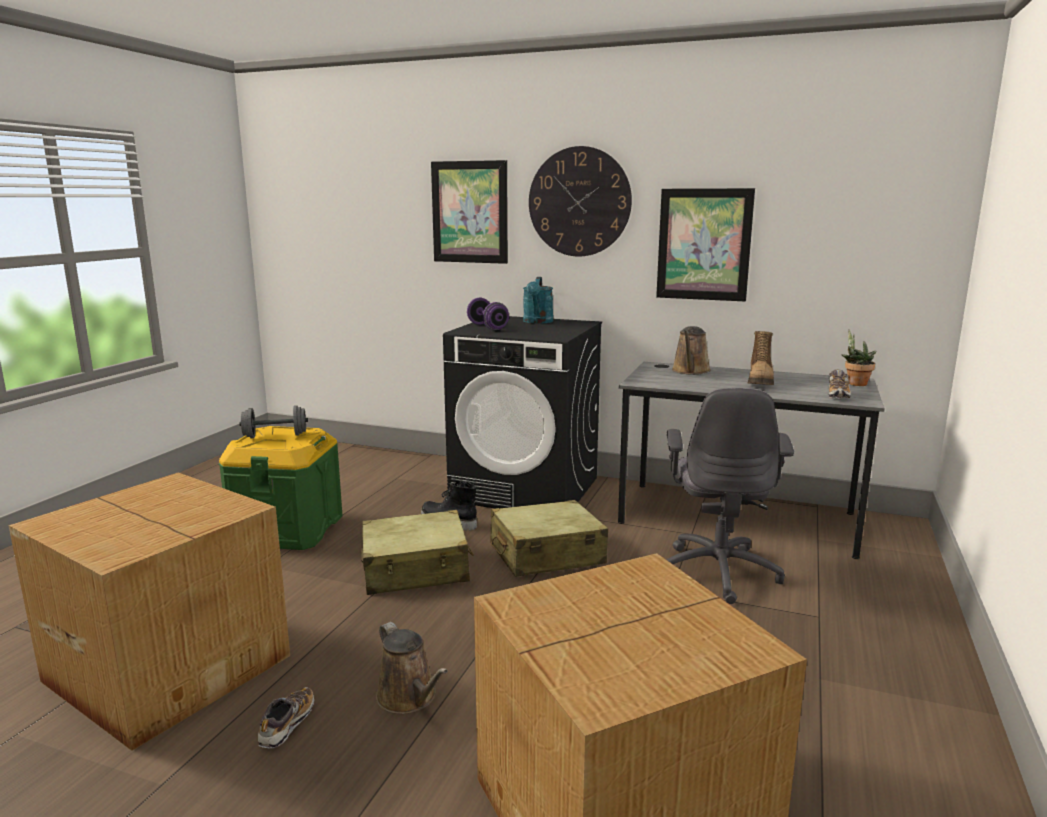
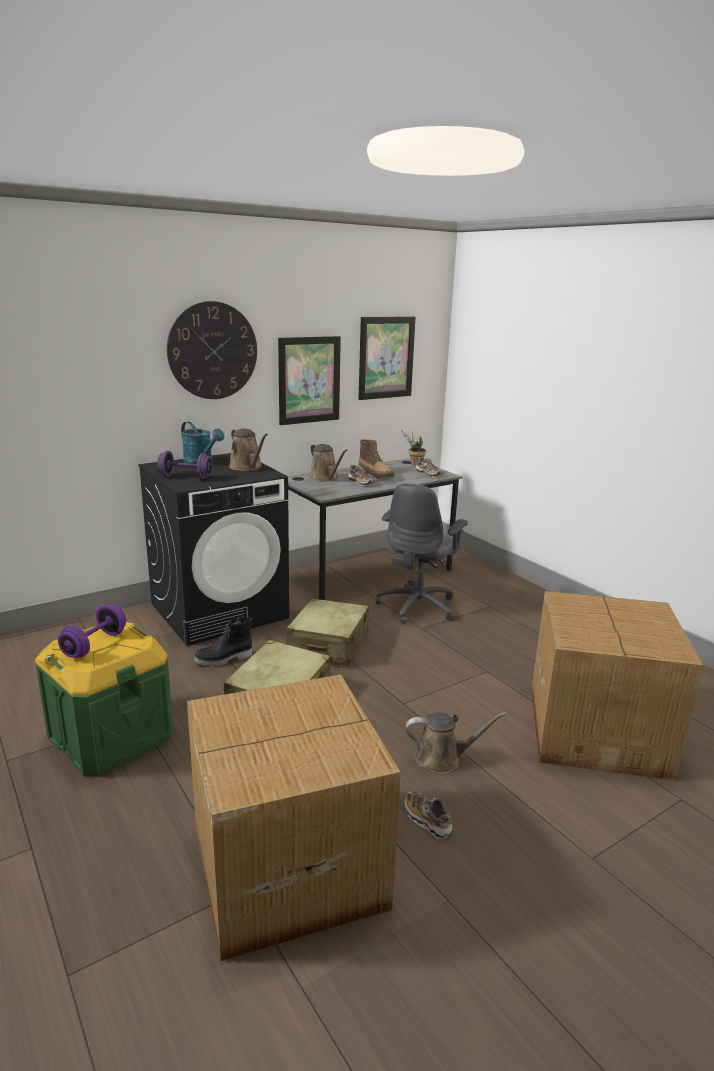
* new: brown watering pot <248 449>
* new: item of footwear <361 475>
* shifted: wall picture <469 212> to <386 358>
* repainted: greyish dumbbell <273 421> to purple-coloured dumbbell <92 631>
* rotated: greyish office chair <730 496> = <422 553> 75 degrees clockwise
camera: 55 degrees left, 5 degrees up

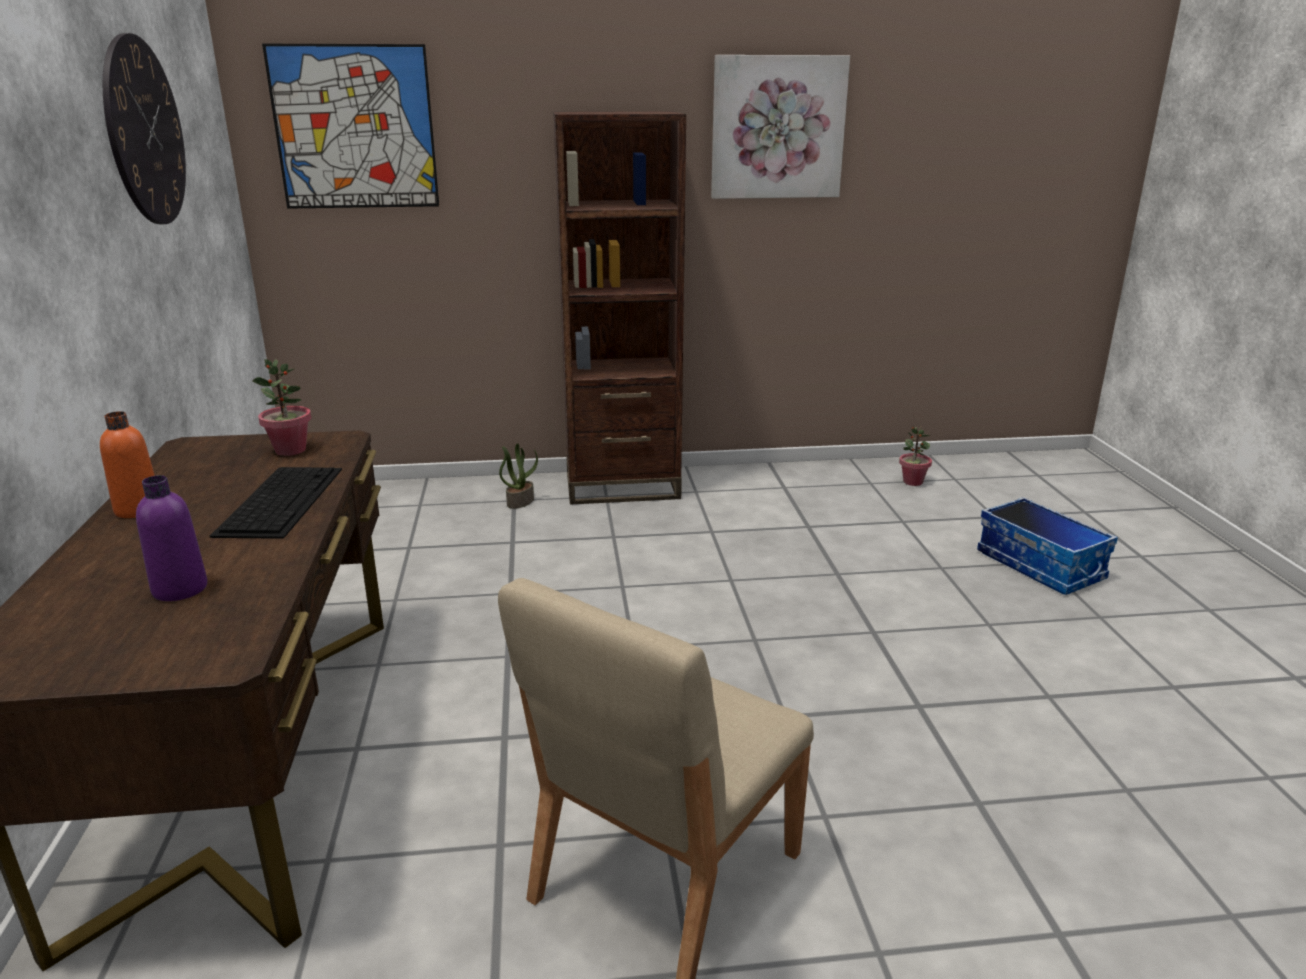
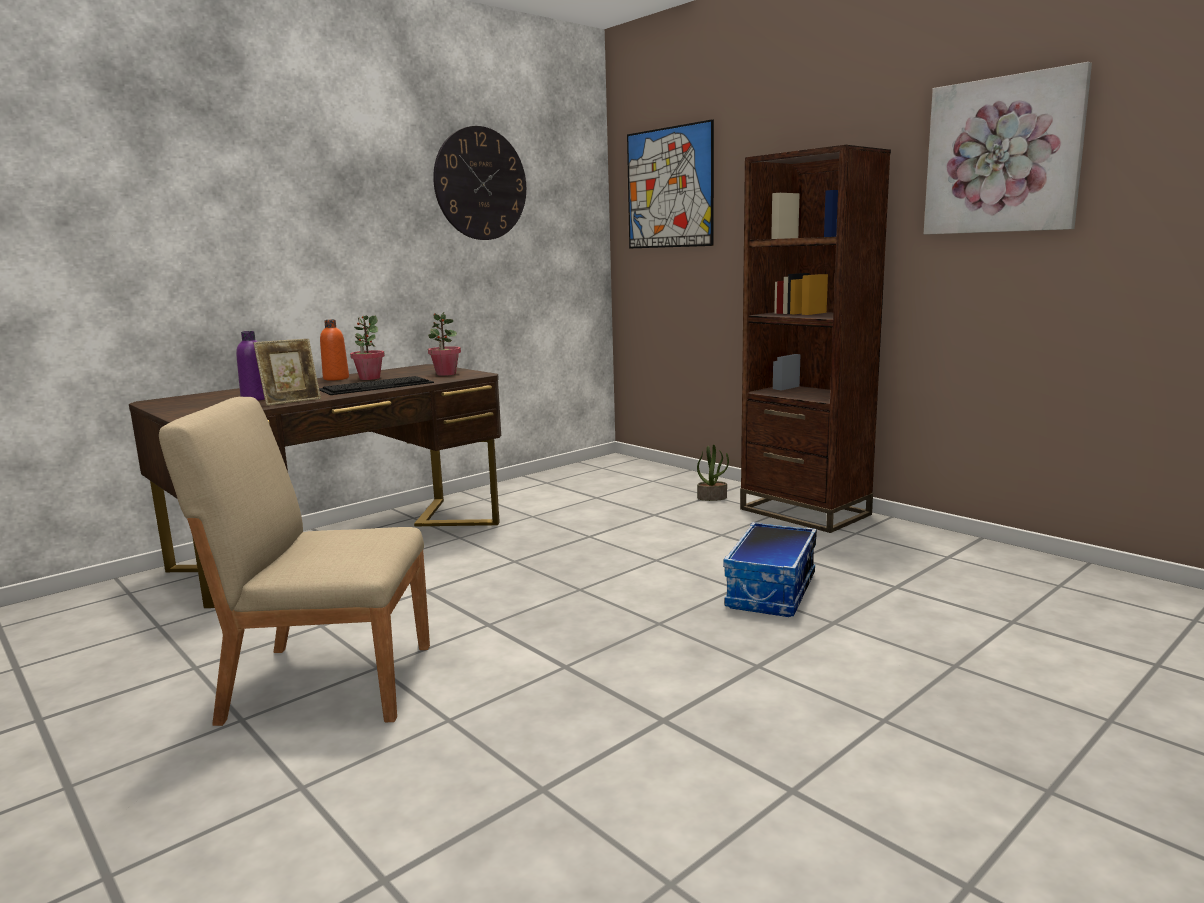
* new: photo frame <287 372>
* shifted: plant in a pot <915 455> to <367 347>
* shifted: storage box <1047 546> to <770 569>
camera: 55 degrees right, 10 degrees down

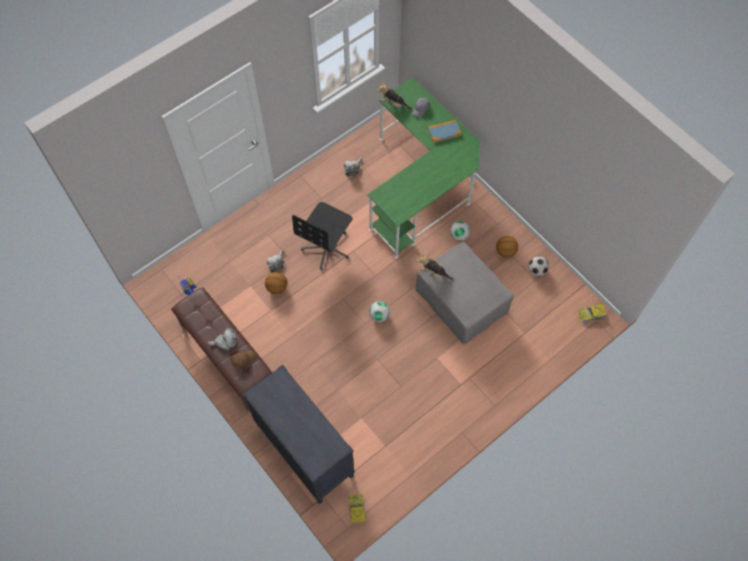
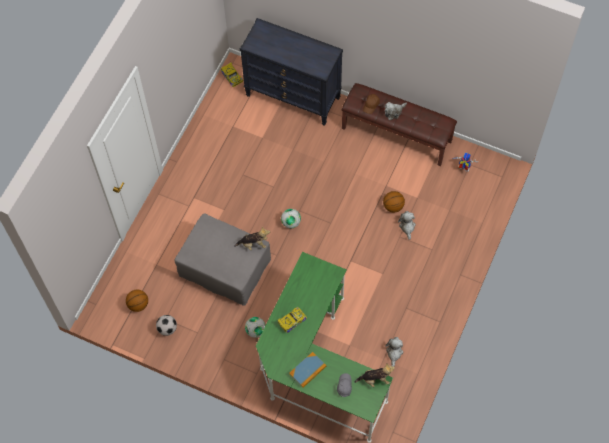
* gone: black office chair <322 236>
* shifted: basketball ball <507 246> to <137 301>
* shifted: model car <592 313> to <292 320>
camera: 155 degrees right, 0 degrees up

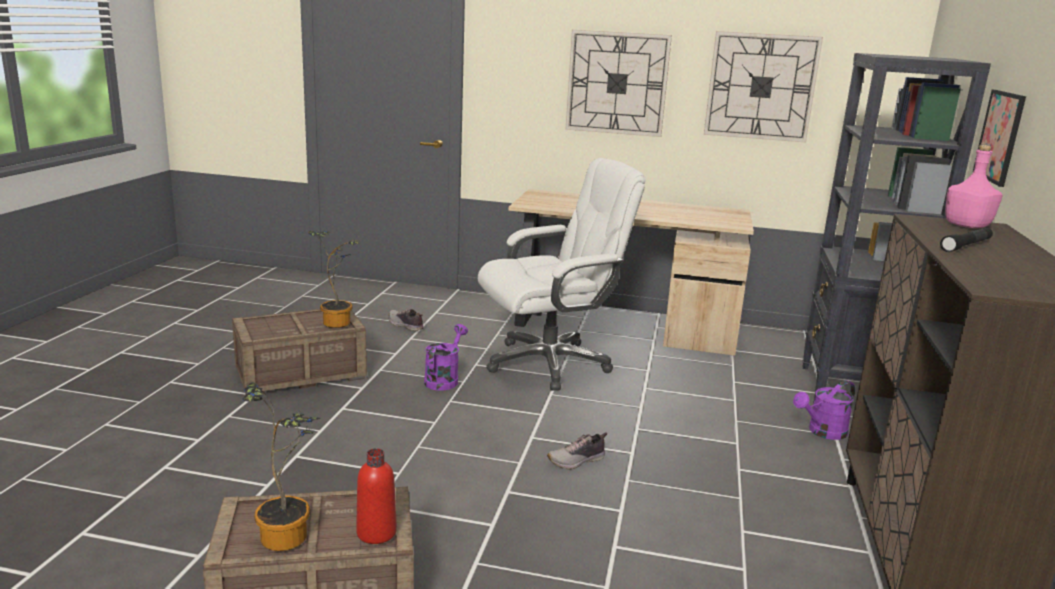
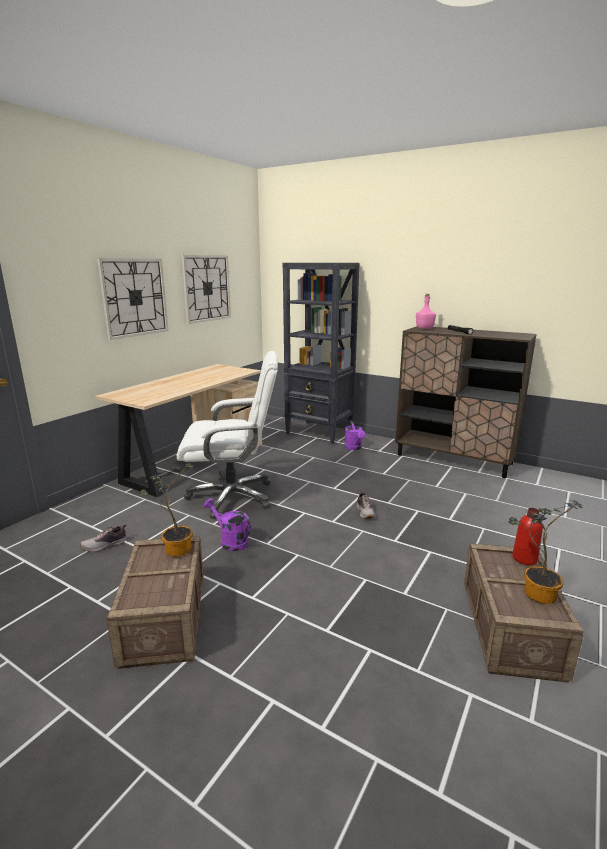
* gone: wall picture <999 138>
* rotated: white-coloured office chair <562 274> = <227 435> 90 degrees clockwise
camera: 70 degrees left, 0 degrees up

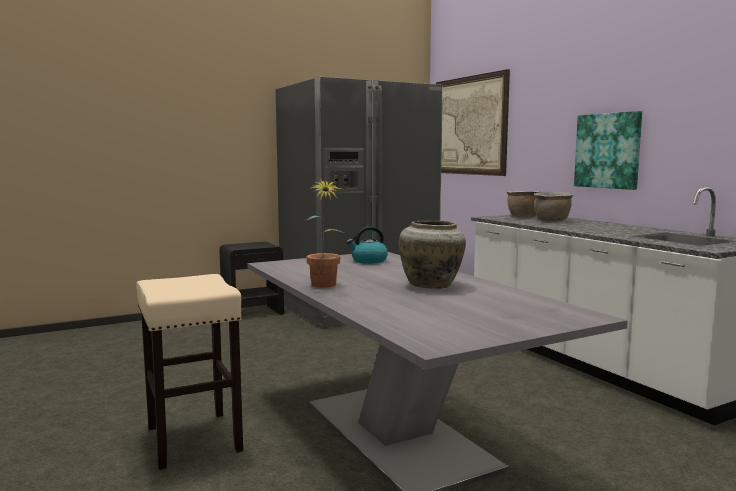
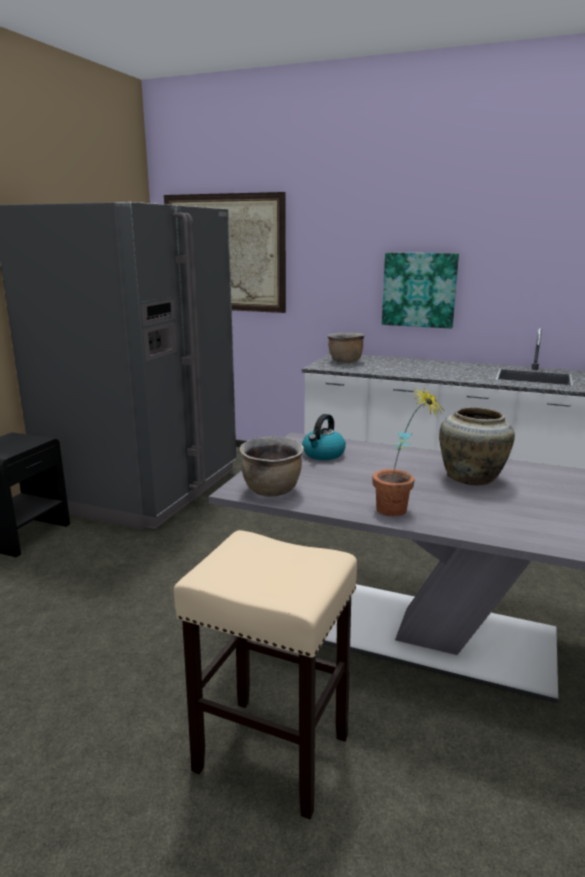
* shifted: brown saucepot <553 207> to <272 466>
camera: 40 degrees left, 10 degrees up

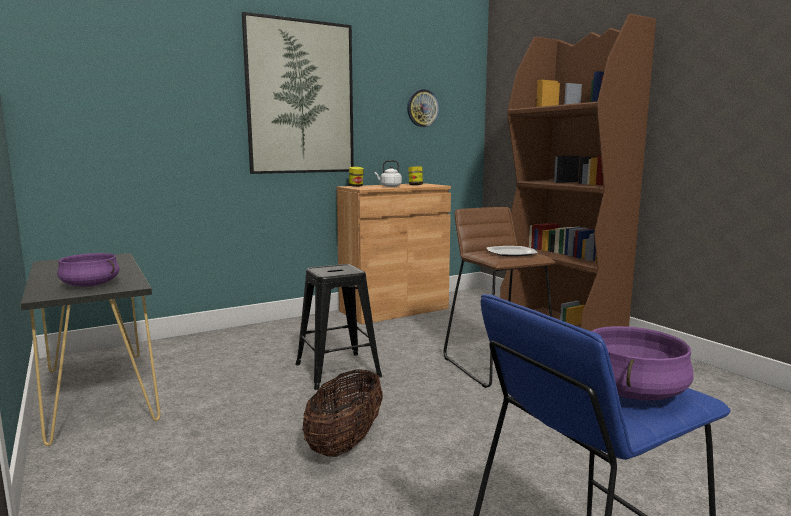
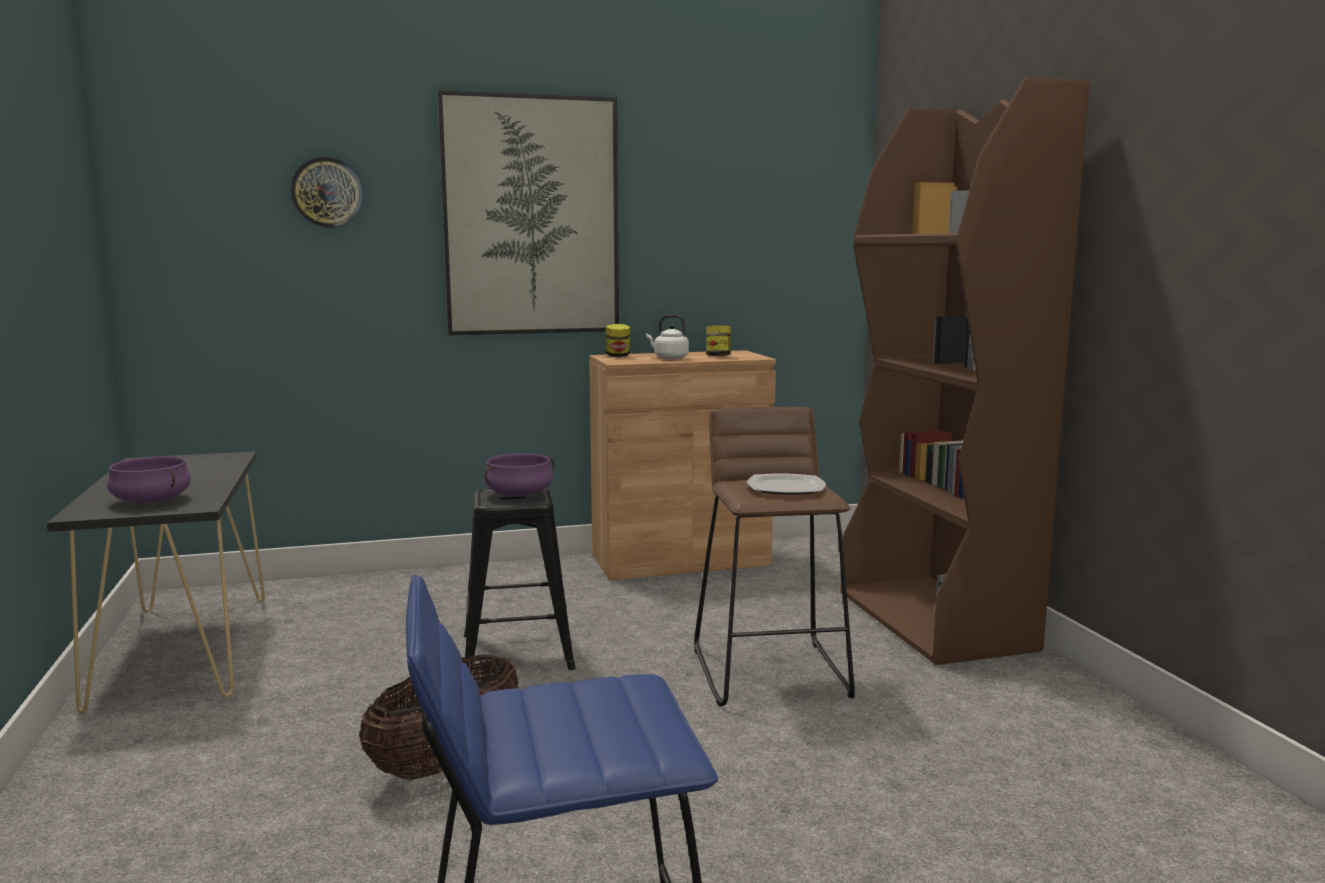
* shifted: clock on the wall <423 108> to <327 192>
* shifted: purple-coloured saucepot <643 363> to <519 474>
camera: 15 degrees right, 0 degrees up

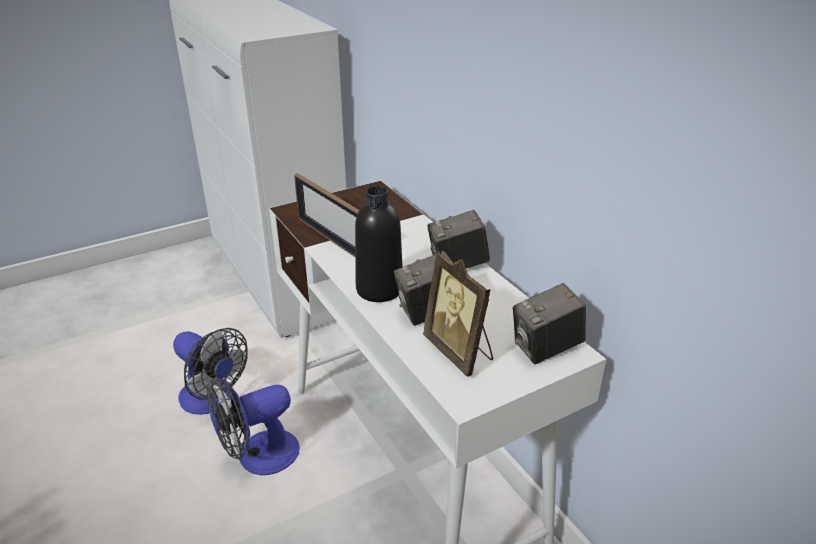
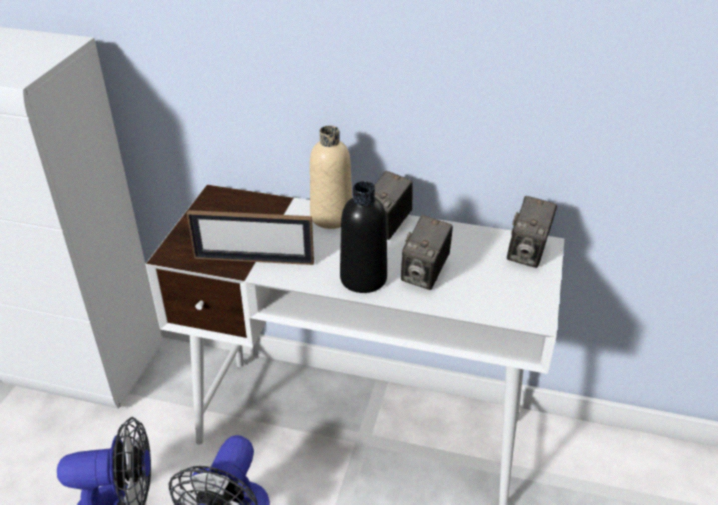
* gone: photo frame <458 314>
* new: sand-coloured beverage bottle <331 177>
camera: 45 degrees left, 5 degrees up

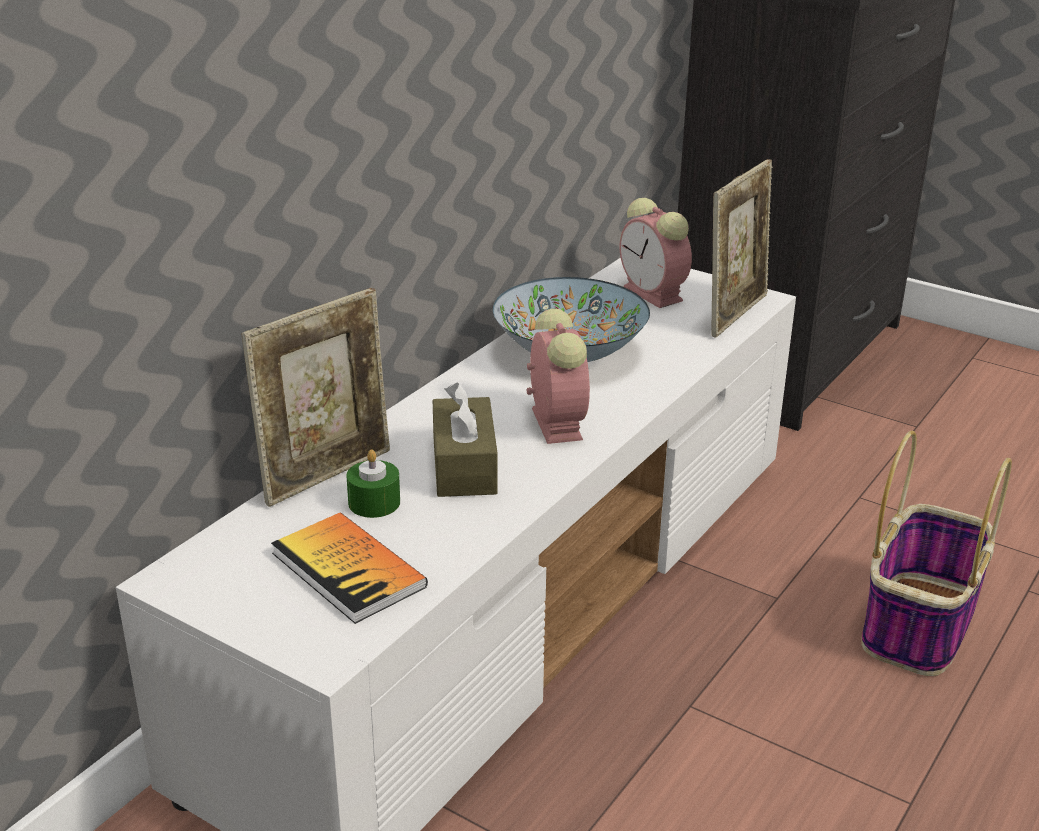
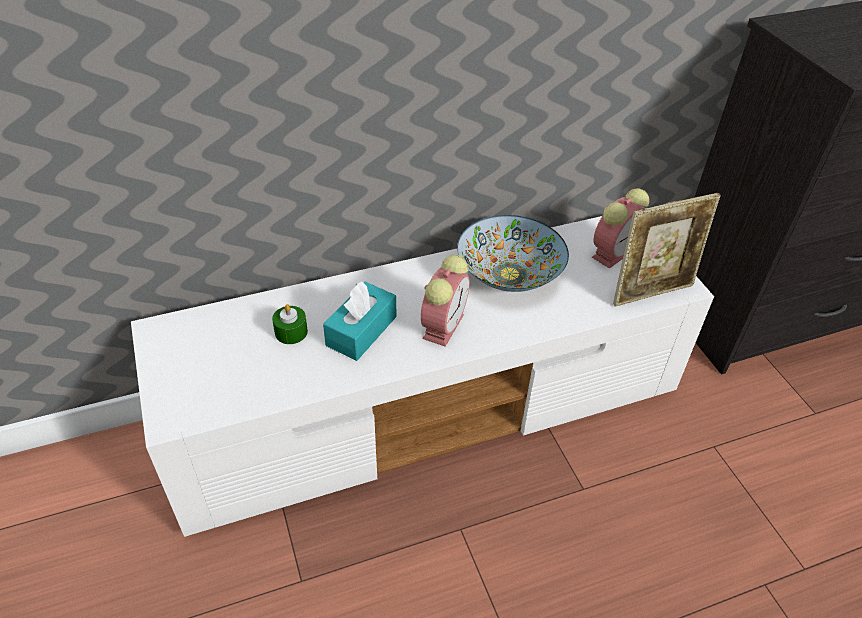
* gone: photo frame <316 397>
* gone: volume <349 568>
* gone: household basket <936 553>
* repainted: brown box of tissues <465 439> to blue-green box of tissues <359 321>
* rotated: bedside clock <656 253> = <620 228> 135 degrees counterclockwise
camera: 35 degrees right, 15 degrees up

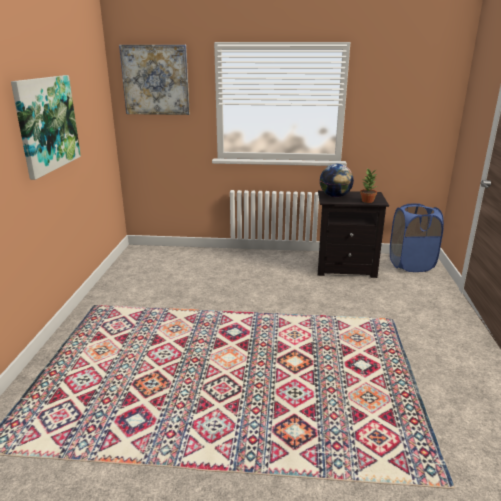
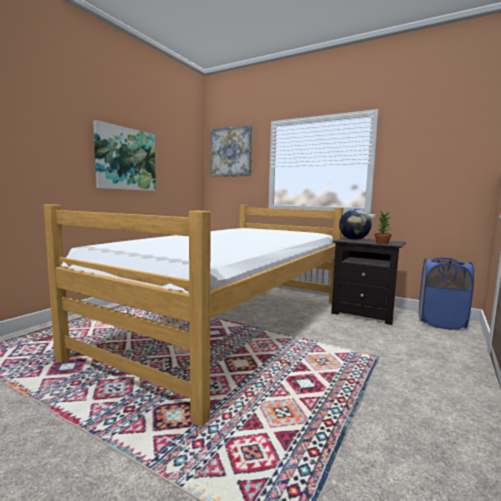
* new: bedroom bed <193 316>
camera: 25 degrees right, 15 degrees down

